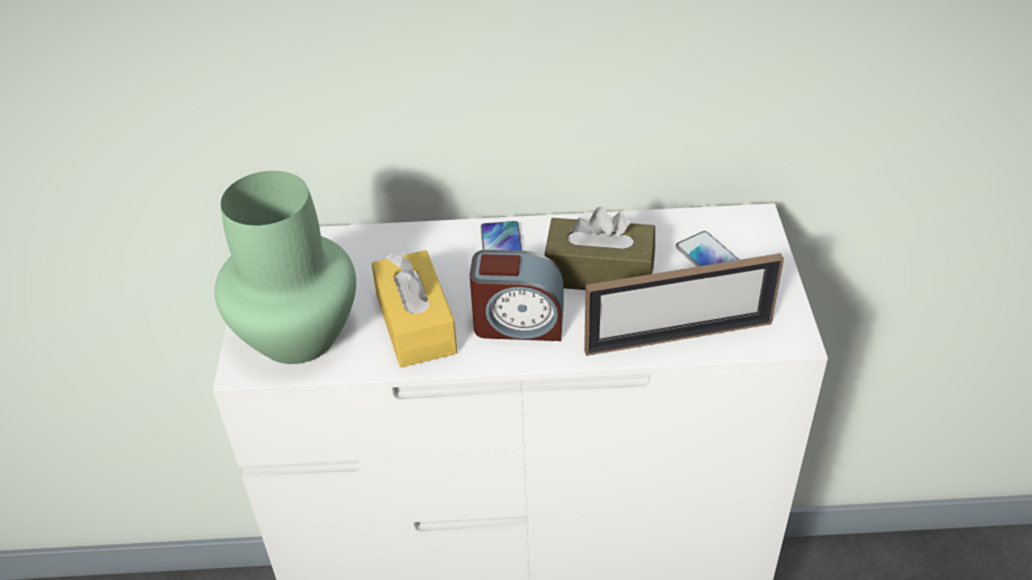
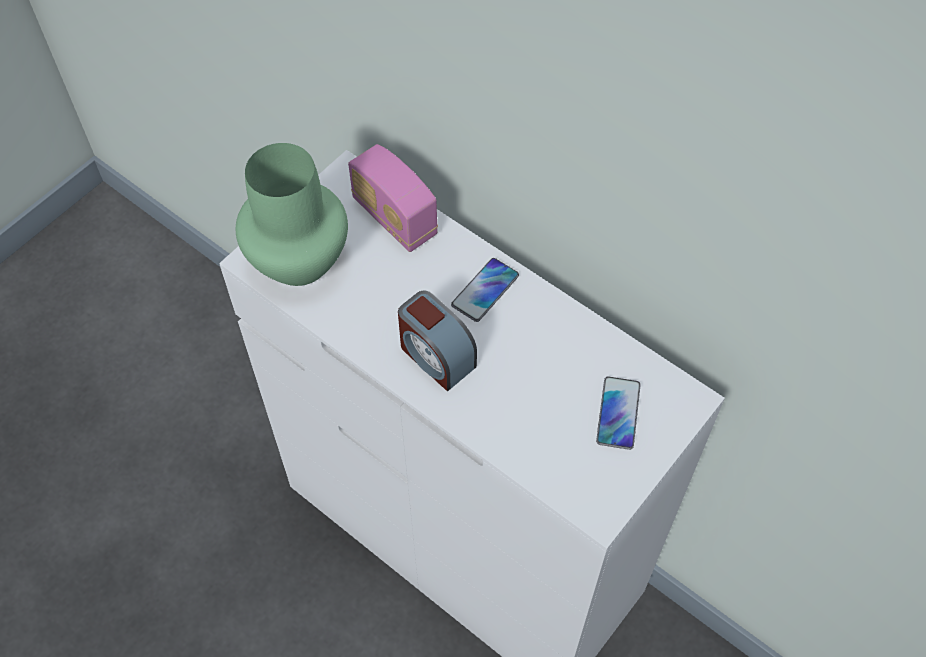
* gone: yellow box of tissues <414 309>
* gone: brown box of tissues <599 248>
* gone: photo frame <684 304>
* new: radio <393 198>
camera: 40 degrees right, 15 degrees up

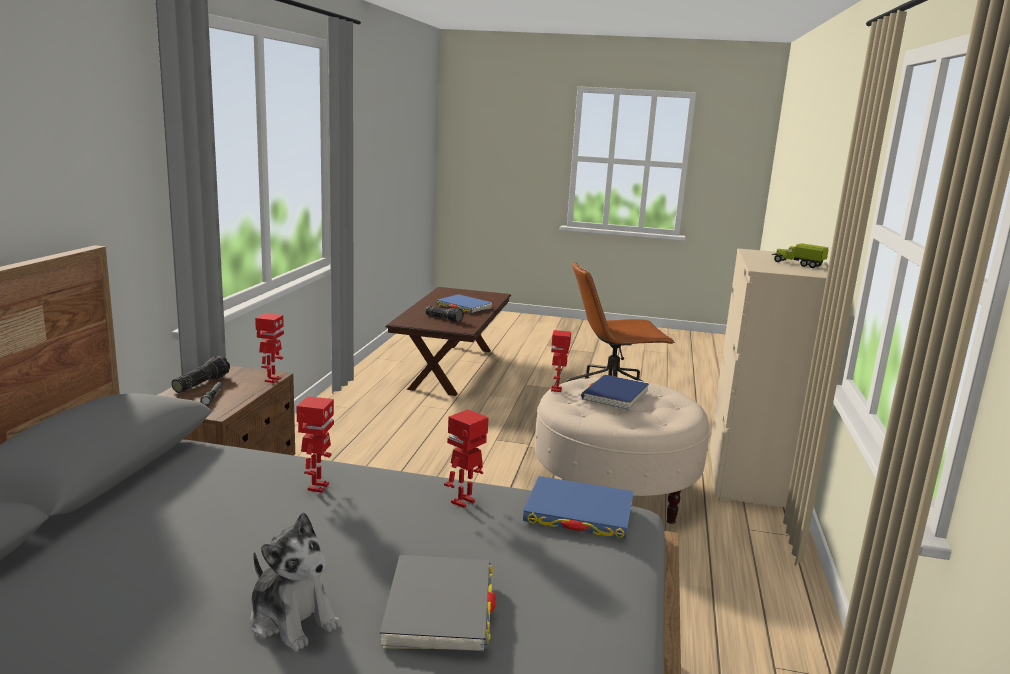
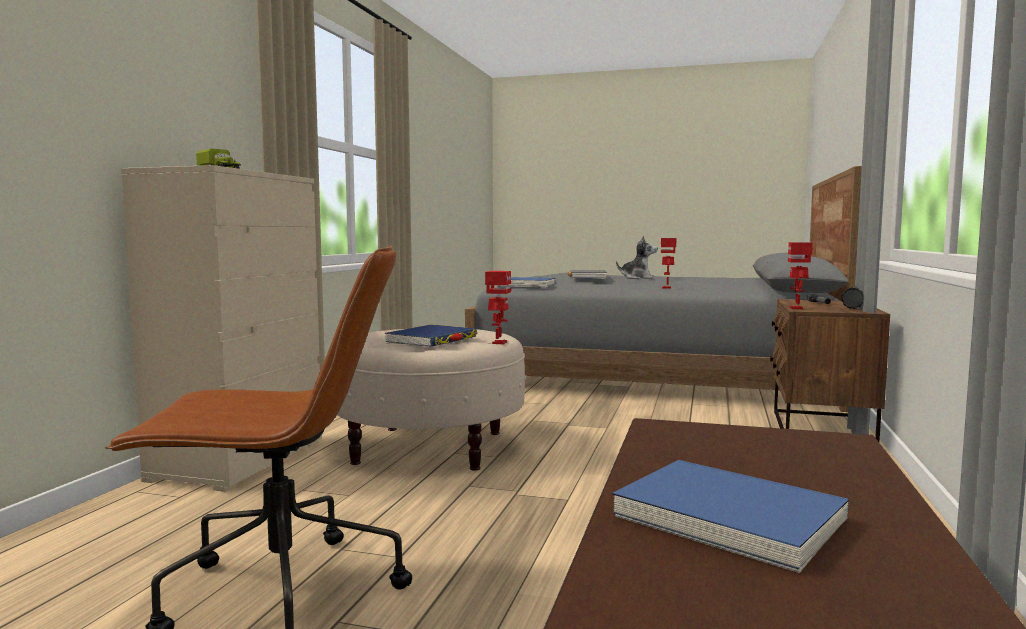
* gone: torch <445 314>
* gone: toy robot <466 458>
* rotated: cuddly toy <295 582> = <637 257> 150 degrees clockwise
camera: 175 degrees left, 10 degrees down

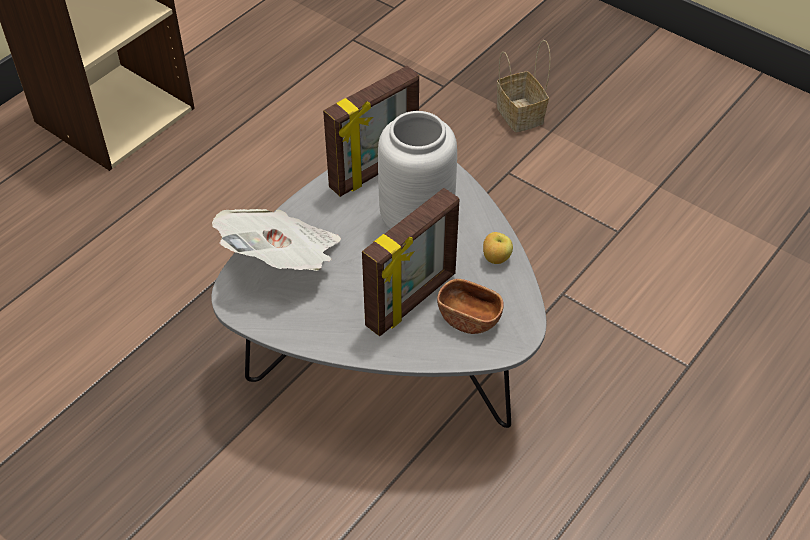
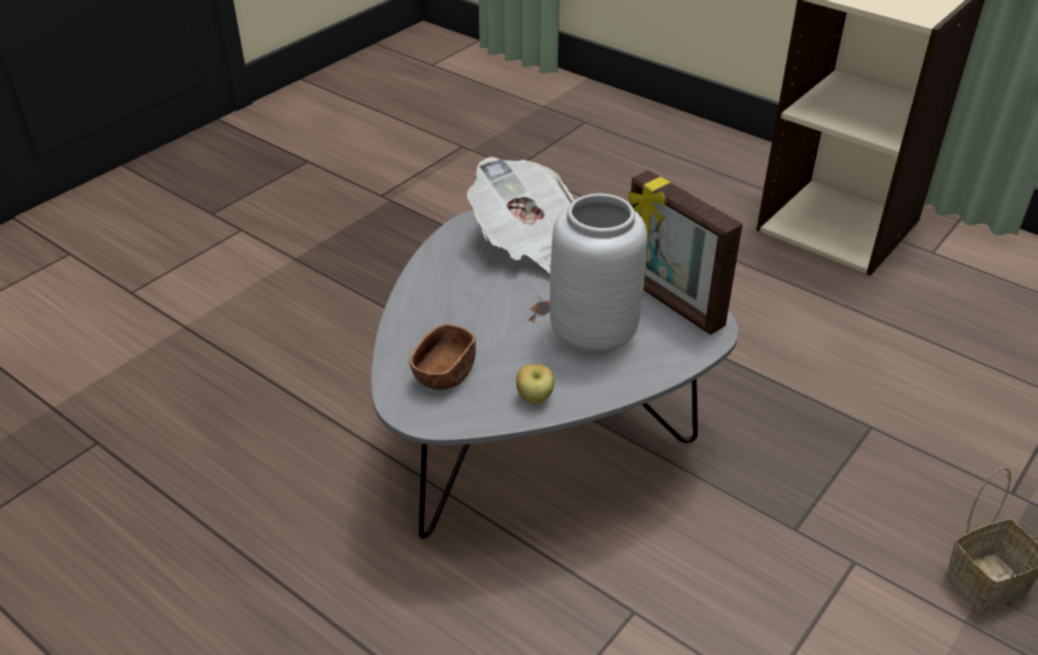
* gone: photo frame <411 262>
camera: 90 degrees right, 10 degrees down

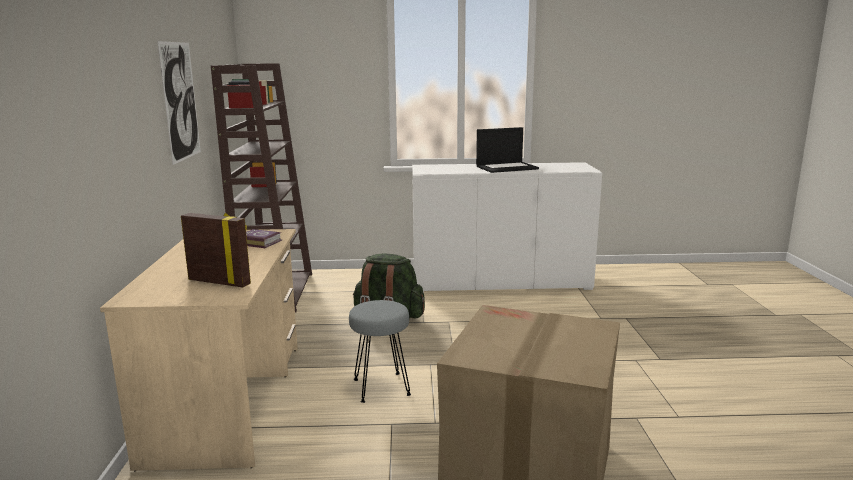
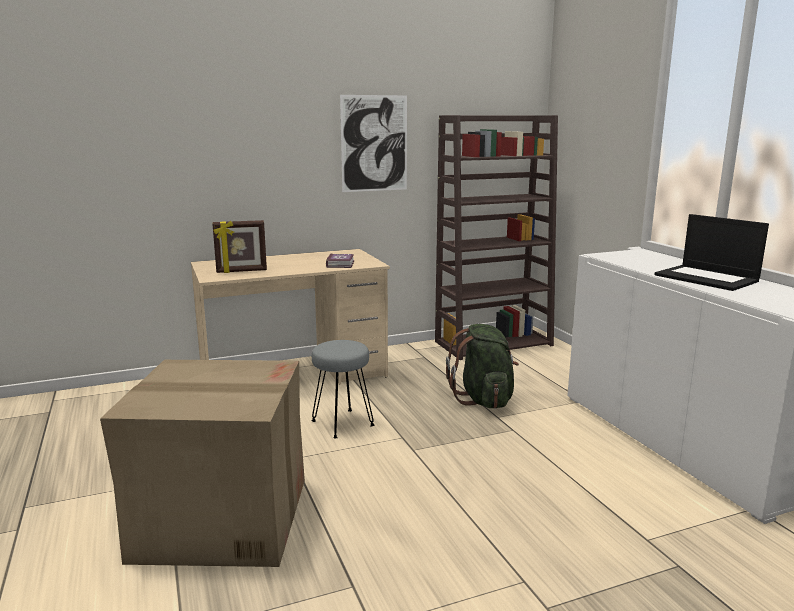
* rotated: photo frame <216 250> = <240 246> 75 degrees clockwise
camera: 70 degrees right, 0 degrees up

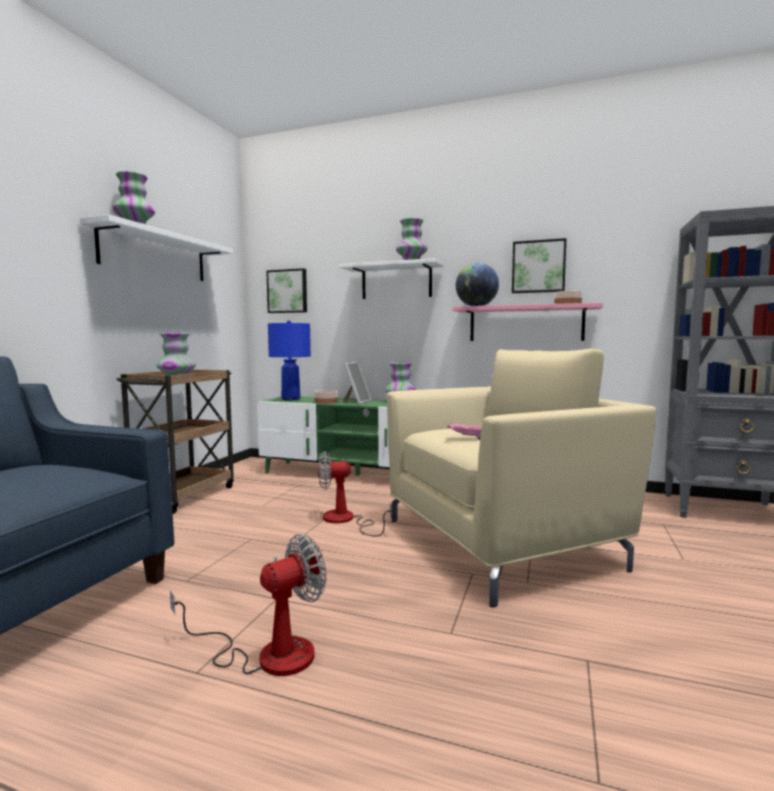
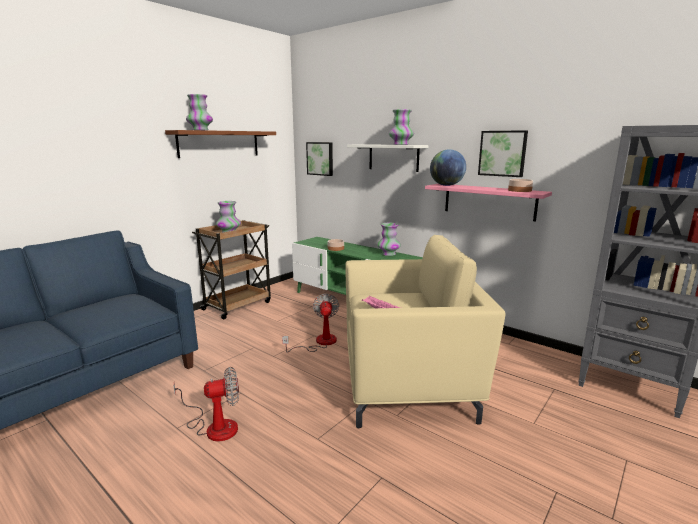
* gone: bluish table lamp <289 360>
* gone: photo frame <356 383>
* repainted: white-coloured wall shelf <156 247> to brown wall shelf <220 144>
* rotated: cooling fan <354 494> = <310 323> 75 degrees clockwise
camera: 20 degrees right, 10 degrees up

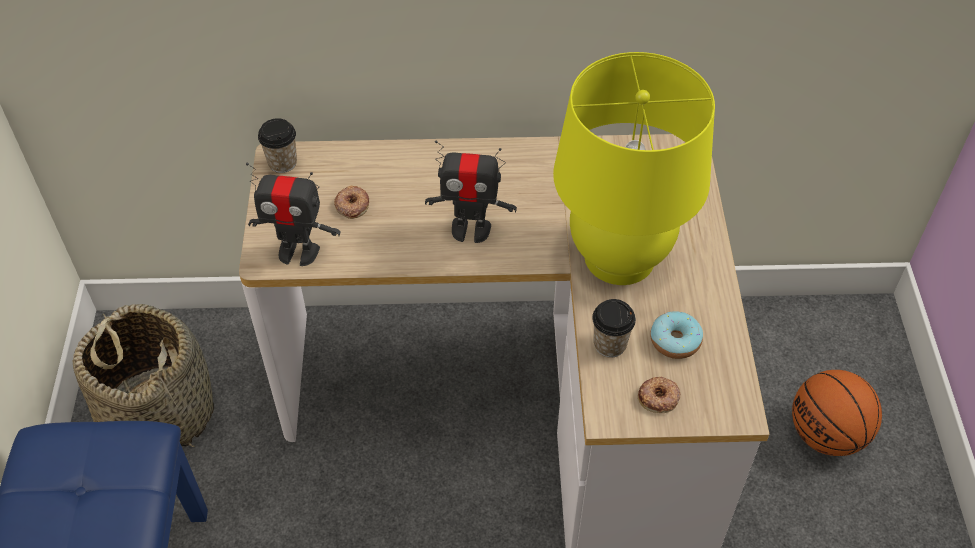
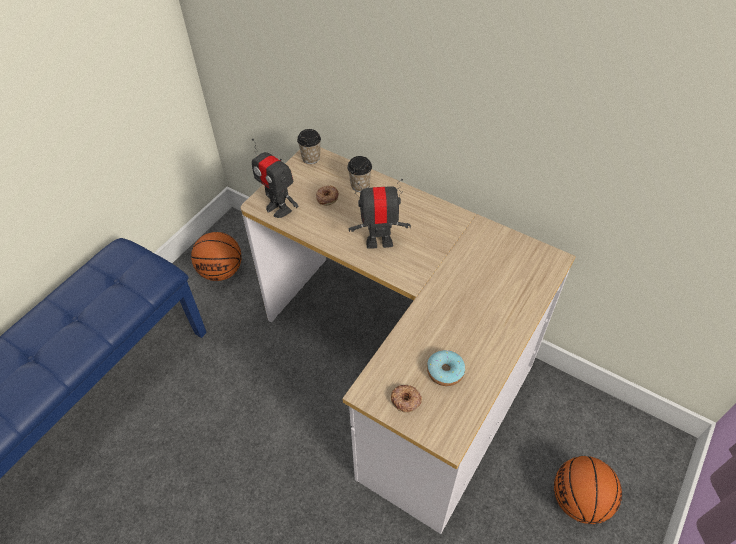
* gone: yellow table lamp <634 168>
* shifted: cup <614 328> to <359 174>
* swapped: household basket <143 375> to basketball ball <216 256>
* rotated: toy robot <471 191> = <380 214> 135 degrees clockwise
camera: 35 degrees right, 0 degrees up

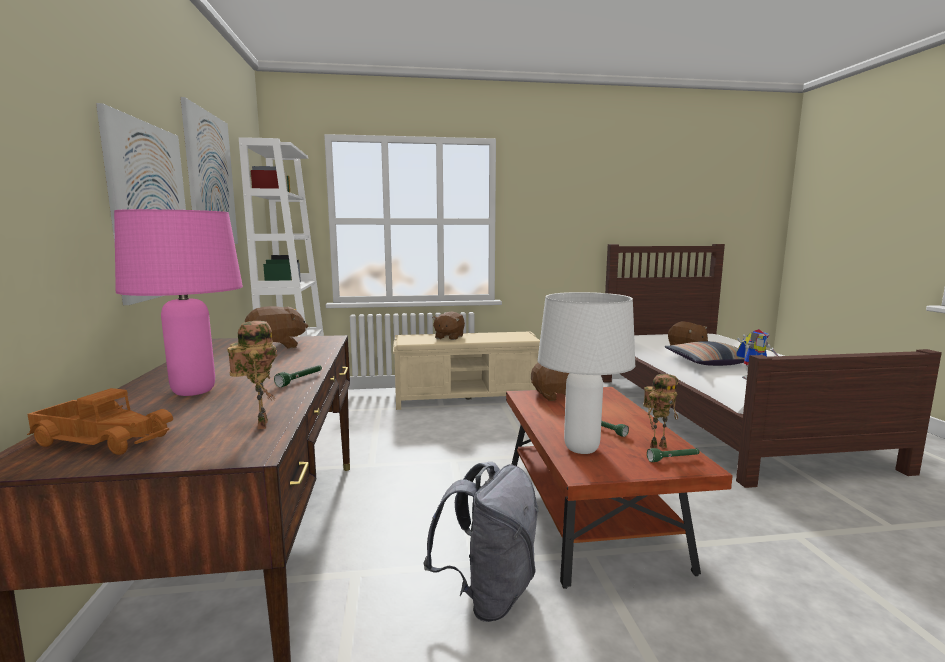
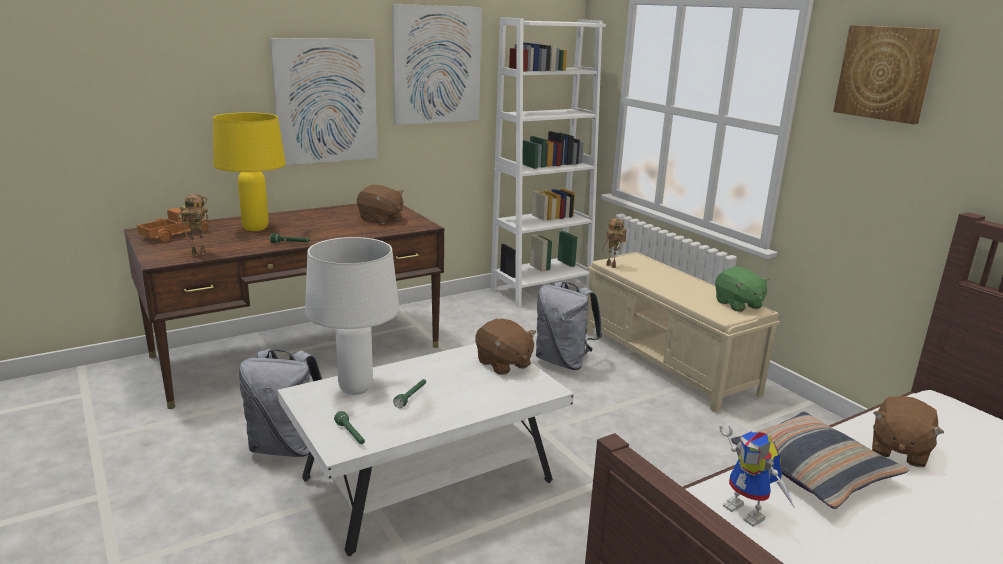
* gone: brown cuddly toy <448 326>
* new: greyish backpack <569 326>
* new: green-coloured cuddly toy <742 289>
* new: wall picture <886 74>
* shifted: toy robot <660 411> to <614 243>
* repainted: pink table lamp <178 302> to yellow table lamp <249 171>
* repainted: brown low table <619 488> to white-coloured low table <425 450>
* rotated: toy lorry <100 421> = <173 225> 135 degrees counterclockwise
camera: 65 degrees right, 10 degrees up

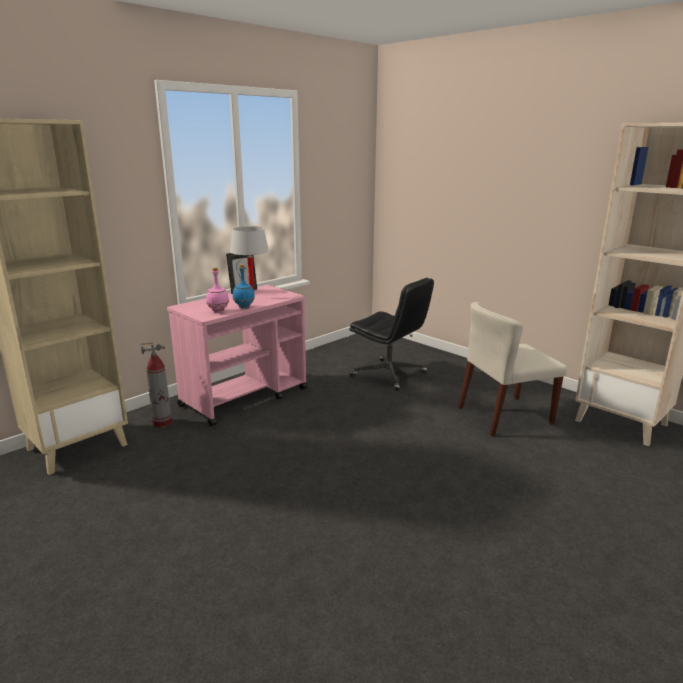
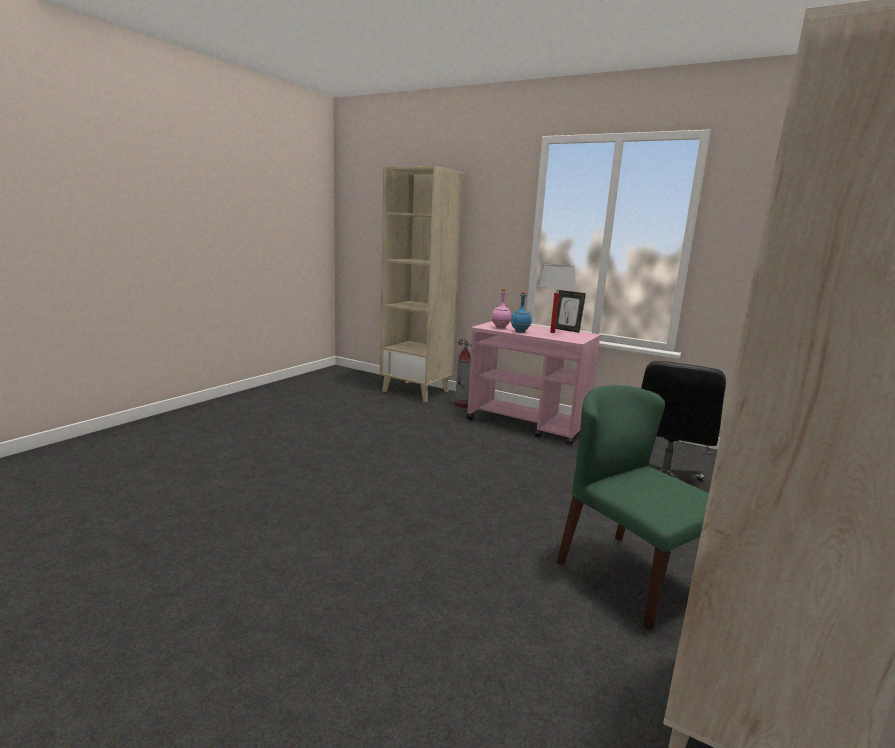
* repainted: sand-coloured chair <512 369> to green-coloured chair <633 507>
camera: 75 degrees right, 5 degrees down

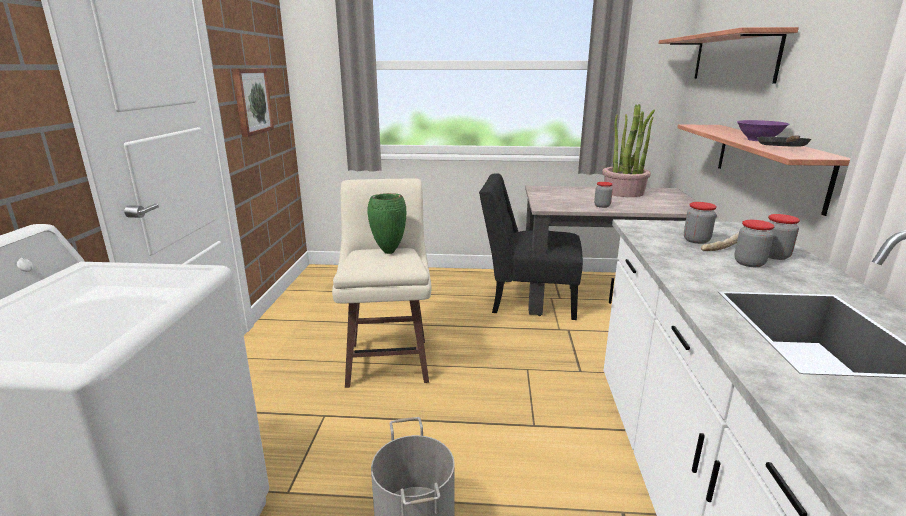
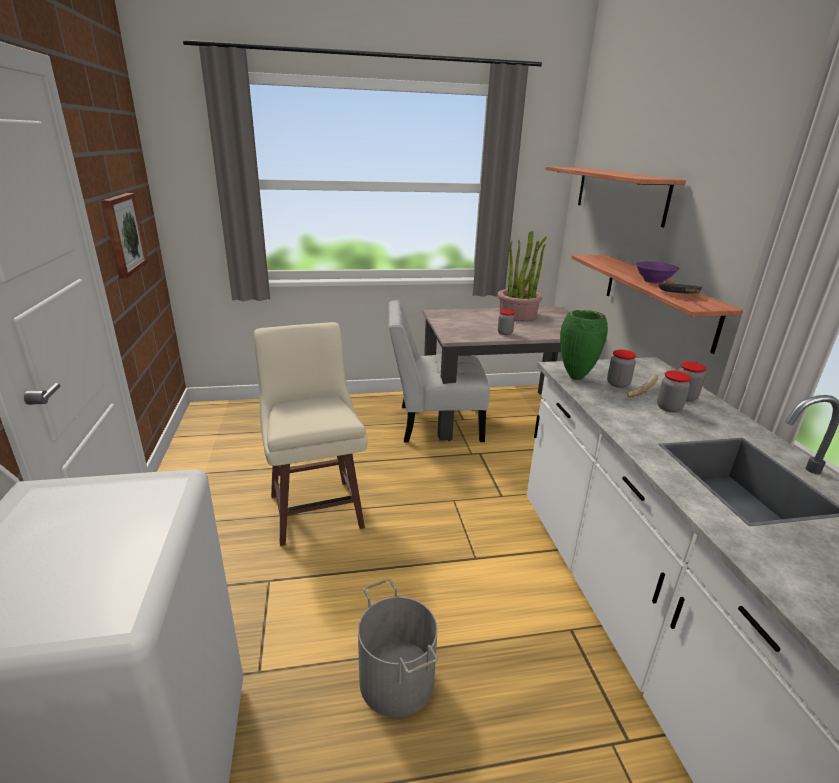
* shifted: green-coloured flower vase <386 223> to <584 345>
* repainted: black chair <531 246> to white-coloured chair <439 371>
camera: 15 degrees left, 5 degrees up

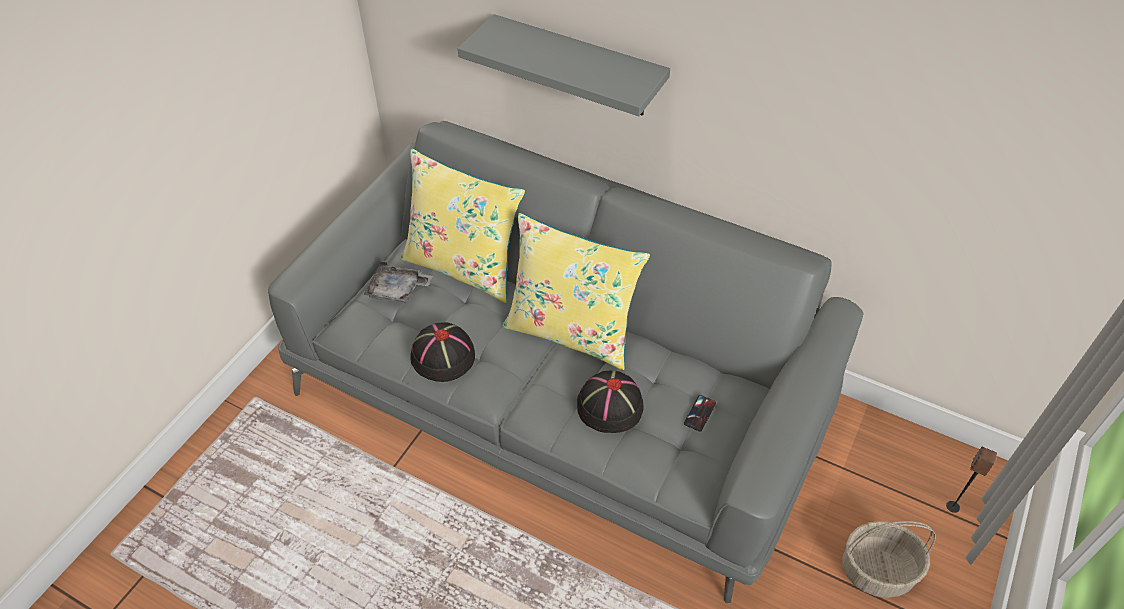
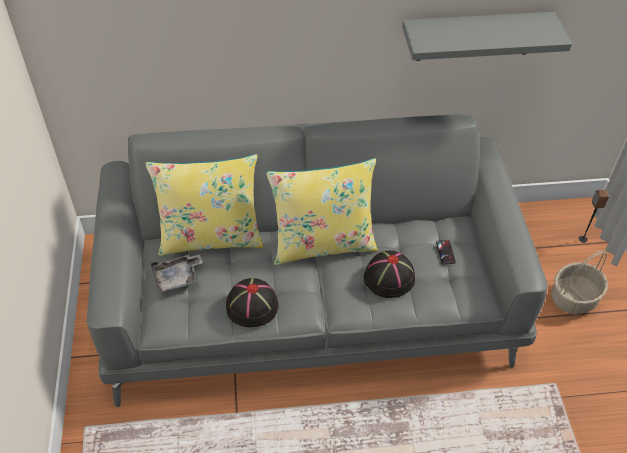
* shifted: greyish wall shelf <564 65> to <487 36>
camera: 35 degrees left, 0 degrees up

